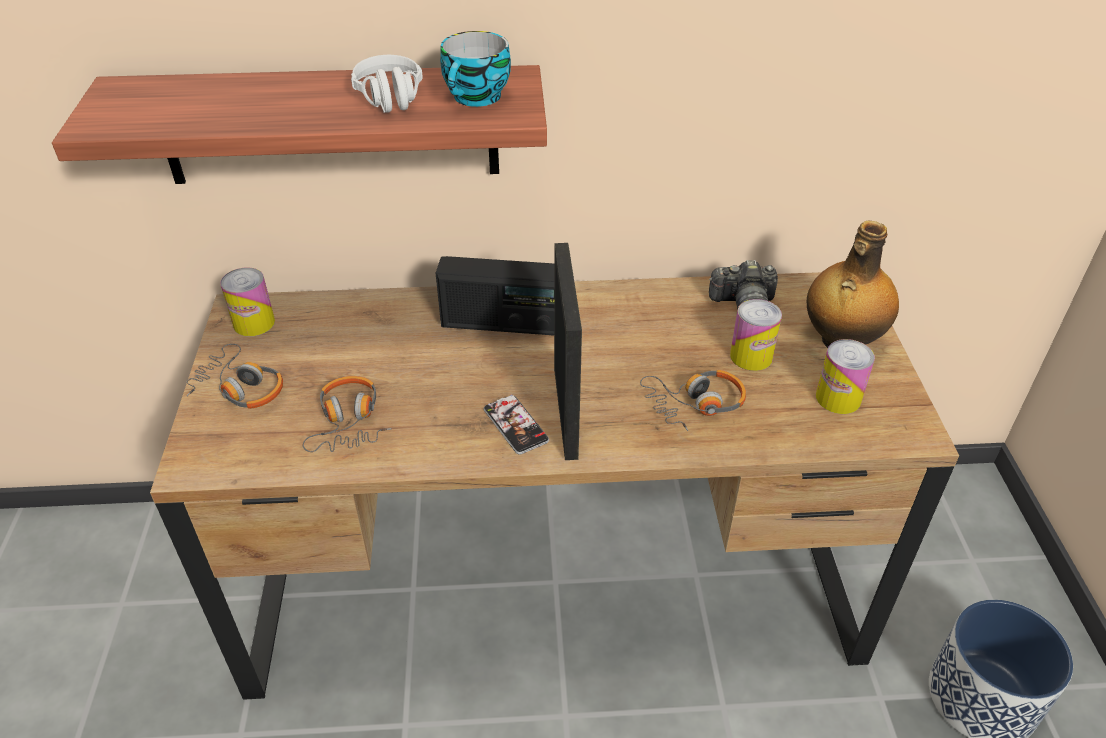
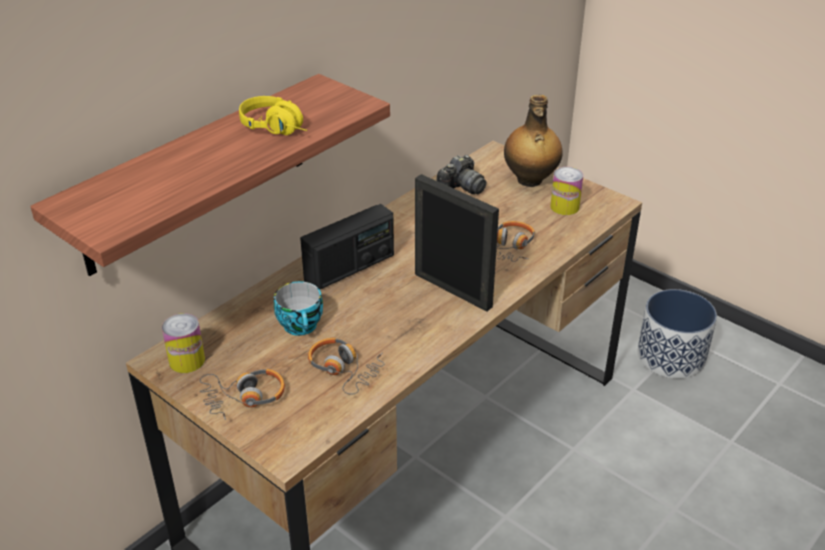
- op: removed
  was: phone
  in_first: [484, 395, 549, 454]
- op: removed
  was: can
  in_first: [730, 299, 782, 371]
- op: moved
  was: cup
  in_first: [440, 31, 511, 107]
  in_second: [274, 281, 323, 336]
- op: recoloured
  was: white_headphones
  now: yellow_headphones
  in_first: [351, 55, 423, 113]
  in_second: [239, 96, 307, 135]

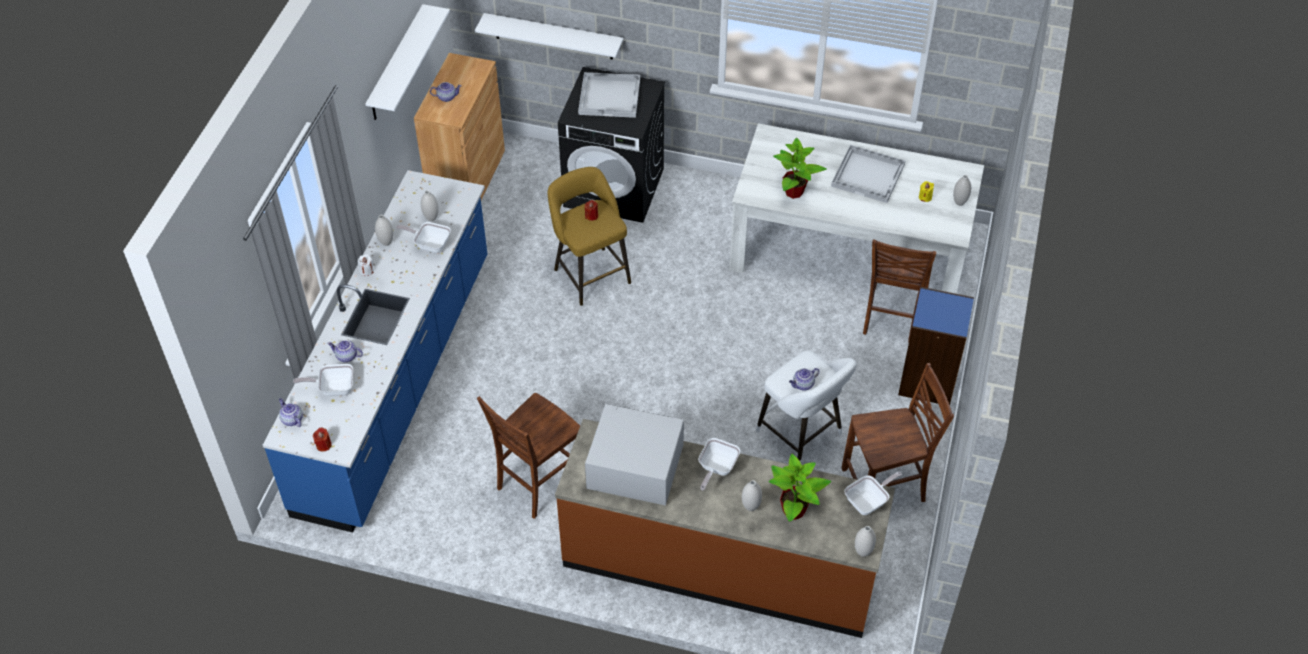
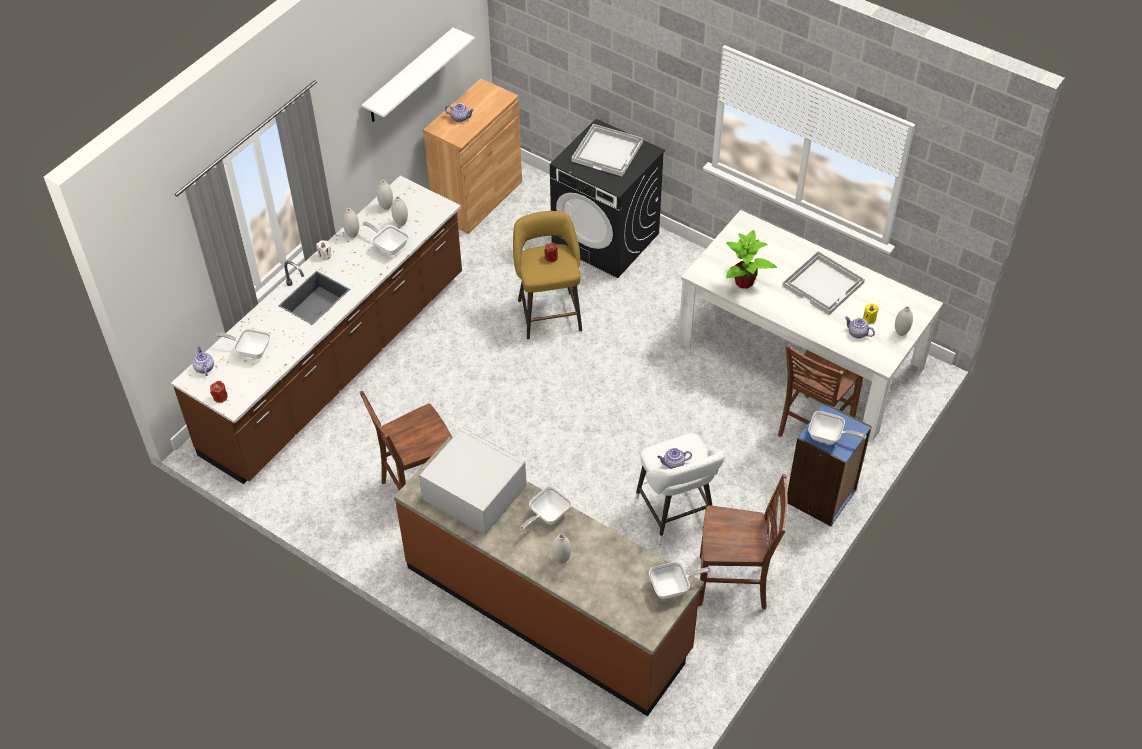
- op: removed
  was: white_shelf
  in_first: [475, 13, 623, 60]
- op: removed
  was: potted_plant
  in_first: [769, 454, 831, 522]
- op: added
  now: frying_pan
  in_second: [808, 411, 866, 444]
- op: moved
  was: teapot
  in_first: [327, 340, 363, 362]
  in_second: [845, 316, 875, 338]
- op: moved
  was: white_vase
  in_first: [855, 526, 876, 557]
  in_second: [377, 180, 393, 210]
- op: recoloured
  was: blue_counter
  now: brown_counter
  in_first: [263, 170, 487, 533]
  in_second: [171, 175, 462, 484]

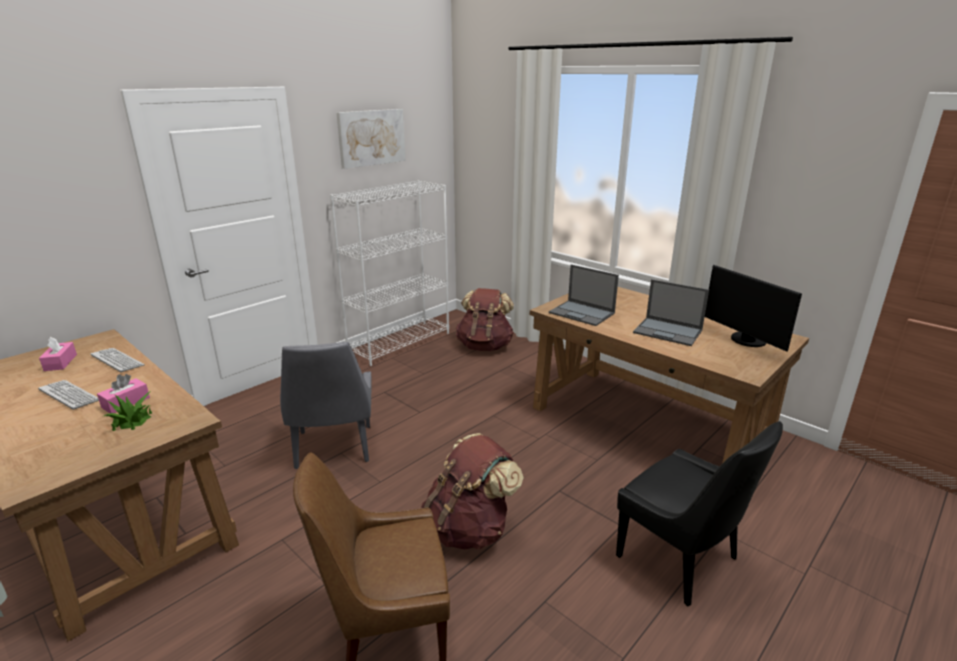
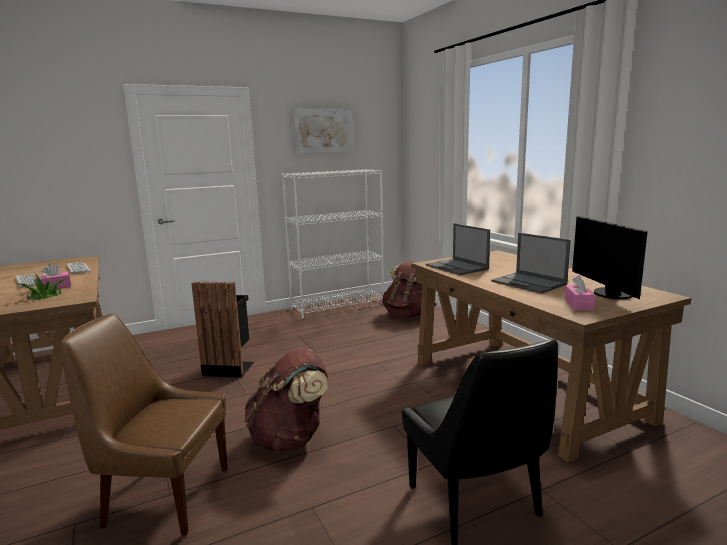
- op: moved
  was: pink_tissue_box
  in_first: [39, 337, 77, 371]
  in_second: [564, 275, 596, 310]
- op: replaced
  was: grey_chair
  now: black_trash_can
  in_first: [280, 342, 371, 469]
  in_second: [191, 282, 254, 378]

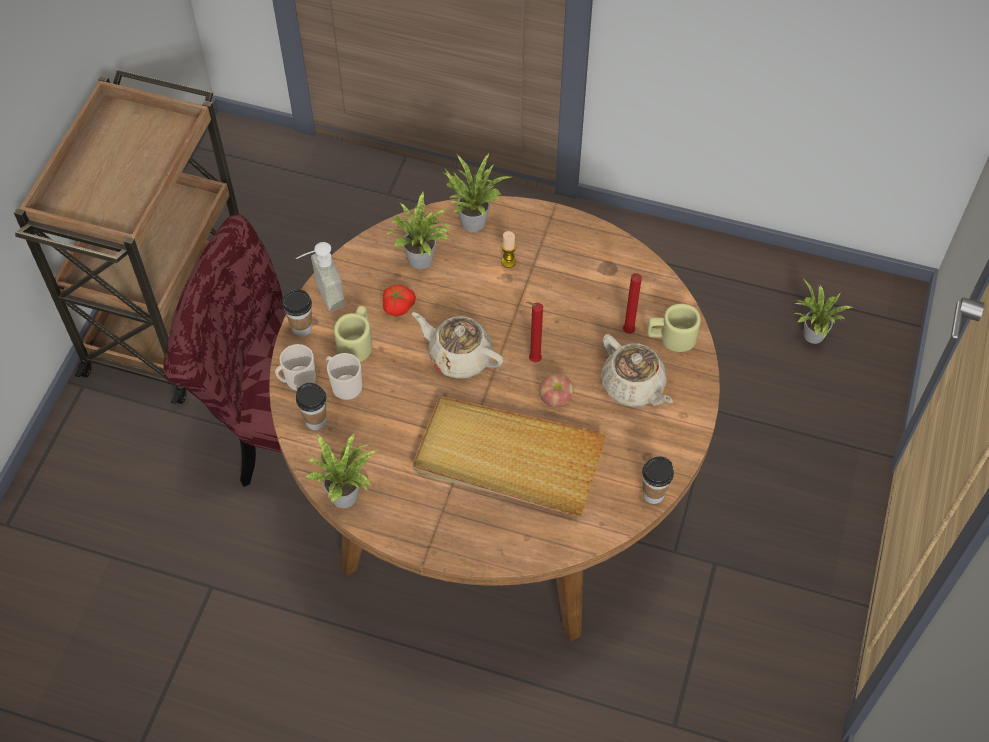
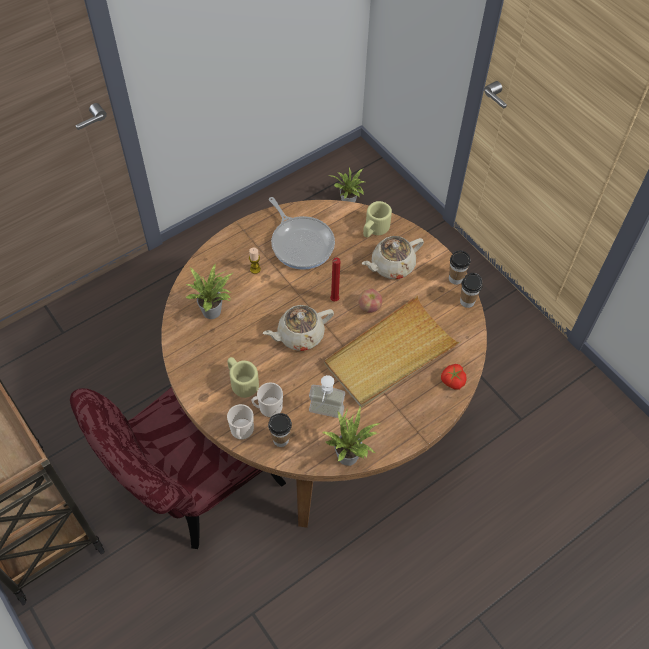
- op: removed
  was: potted_plant
  in_first: [444, 152, 511, 232]
- op: removed
  was: red_candle
  in_first: [623, 273, 642, 334]
- op: added
  now: frying_pan
  in_second: [269, 197, 335, 270]
- op: moved
  was: cup
  in_first: [282, 289, 312, 337]
  in_second: [449, 250, 471, 285]
- op: moved
  was: soap_dispenser
  in_first: [296, 242, 345, 312]
  in_second: [309, 375, 345, 418]
- op: moved
  was: tomato
  in_first: [383, 285, 416, 316]
  in_second: [441, 364, 466, 390]
- op: turned
  was: beige_teapot
  in_first: [601, 334, 673, 407]
  in_second: [362, 236, 424, 279]
  clockwise: 150

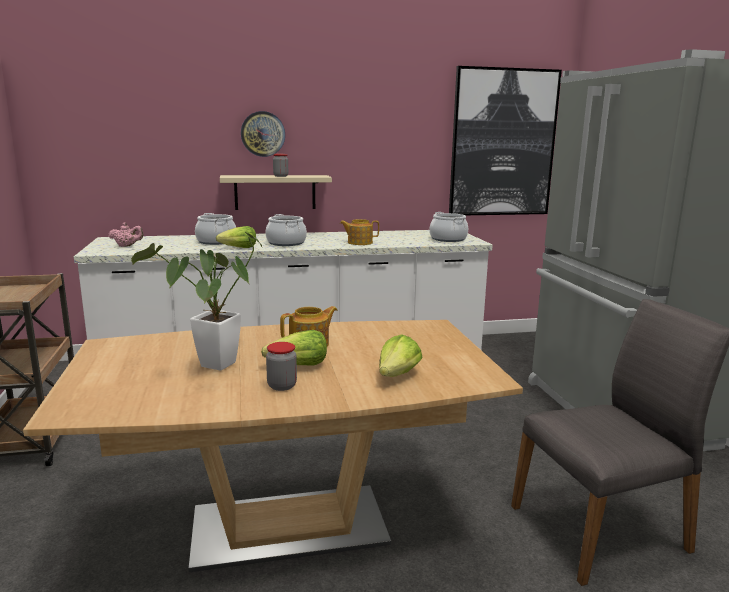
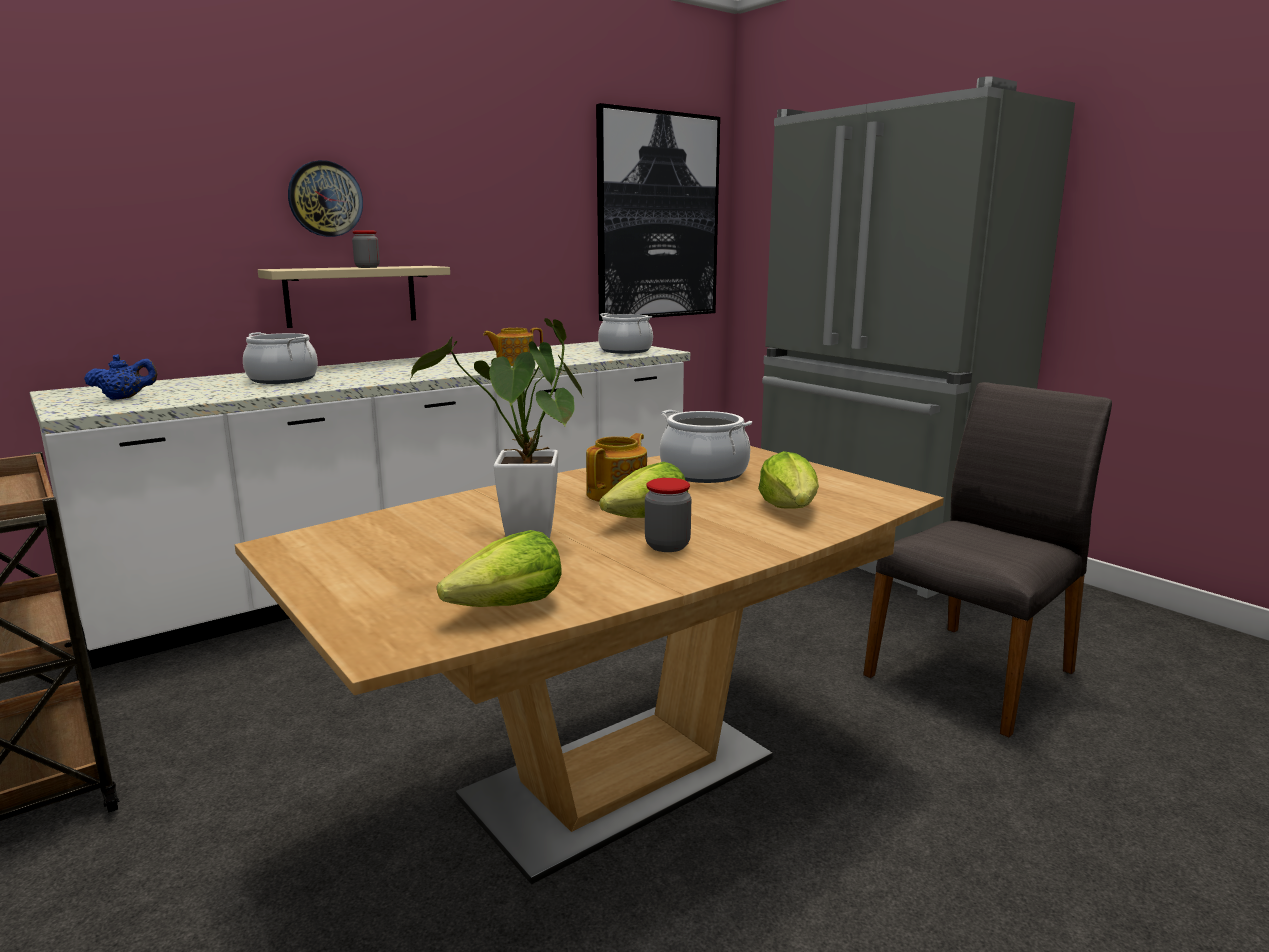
- op: moved
  was: lettuce
  in_first: [216, 226, 256, 248]
  in_second: [437, 530, 562, 607]
- op: moved
  was: cooking_pot
  in_first: [266, 214, 307, 246]
  in_second: [660, 410, 752, 483]
- op: recoloured
  was: pink_teapot
  now: blue_teapot
  in_first: [108, 222, 144, 247]
  in_second: [84, 354, 157, 400]

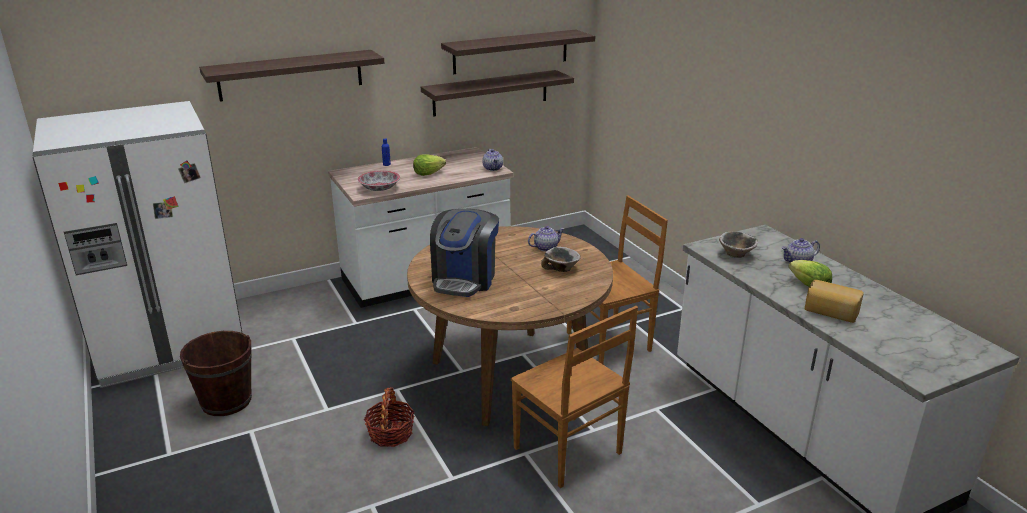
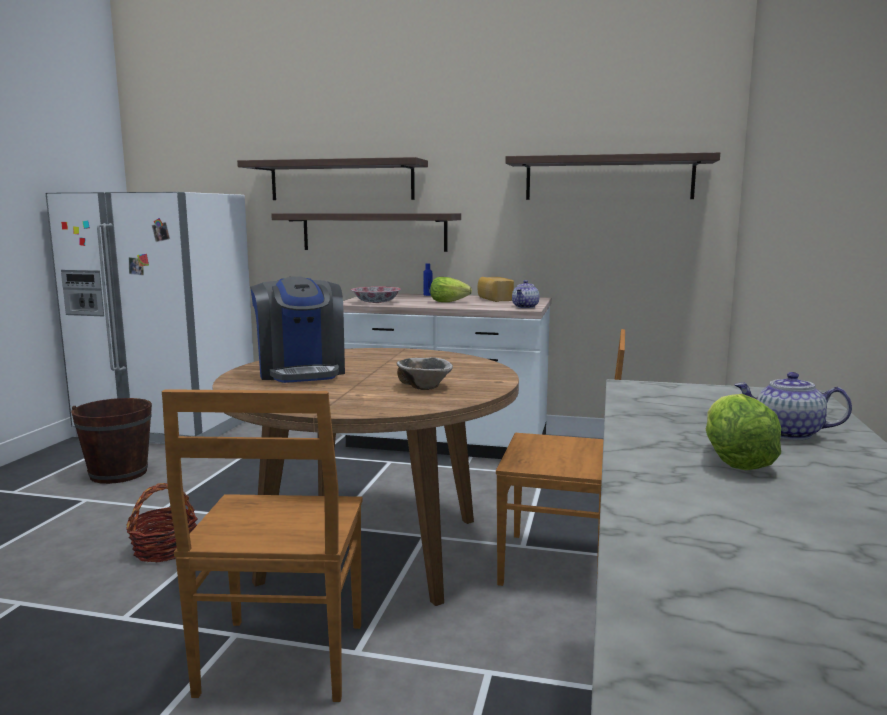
- op: removed
  was: teapot
  in_first: [528, 226, 564, 252]
- op: removed
  was: bowl
  in_first: [719, 232, 758, 258]
- op: moved
  was: shelf
  in_first: [421, 70, 574, 117]
  in_second: [271, 213, 461, 252]
- op: moved
  was: bread
  in_first: [805, 280, 864, 323]
  in_second: [477, 277, 514, 302]
- op: turned
  was: coffee_machine
  in_first: [430, 209, 499, 297]
  in_second: [250, 276, 345, 383]
  clockwise: -75

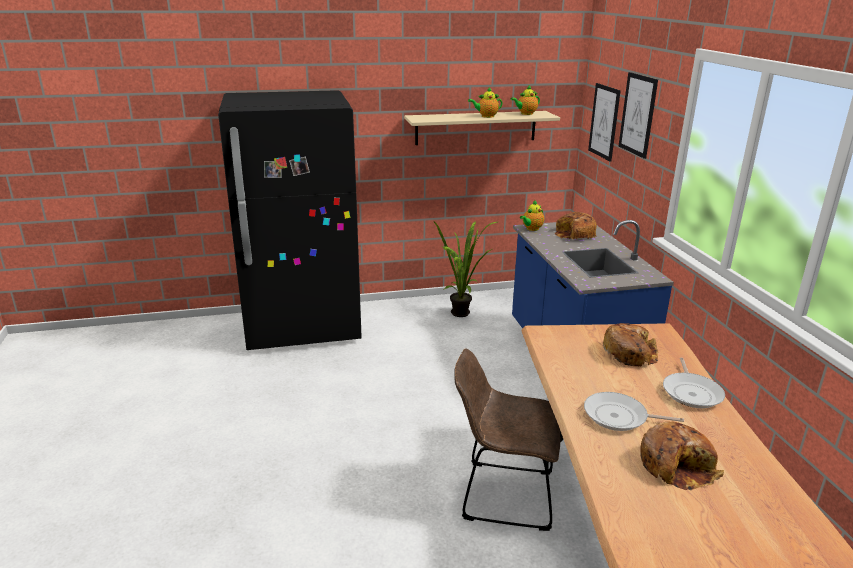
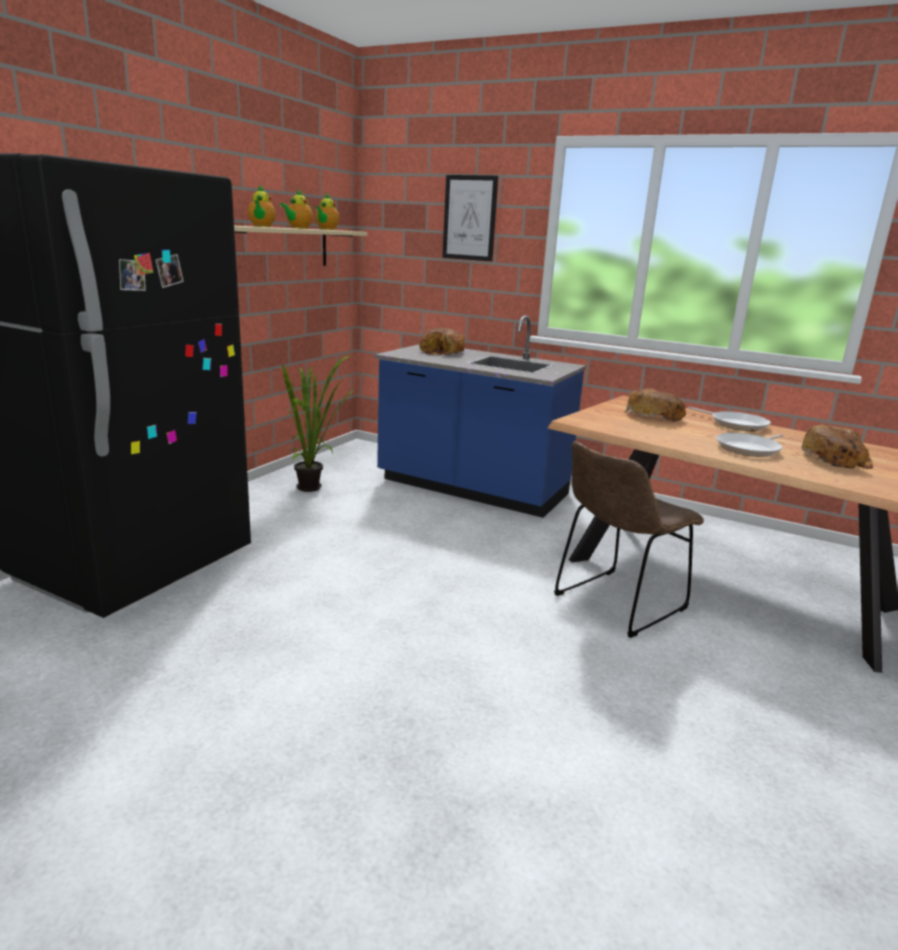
- op: removed
  was: picture
  in_first: [588, 83, 621, 162]
- op: moved
  was: teapot
  in_first: [520, 200, 544, 231]
  in_second: [248, 185, 276, 227]

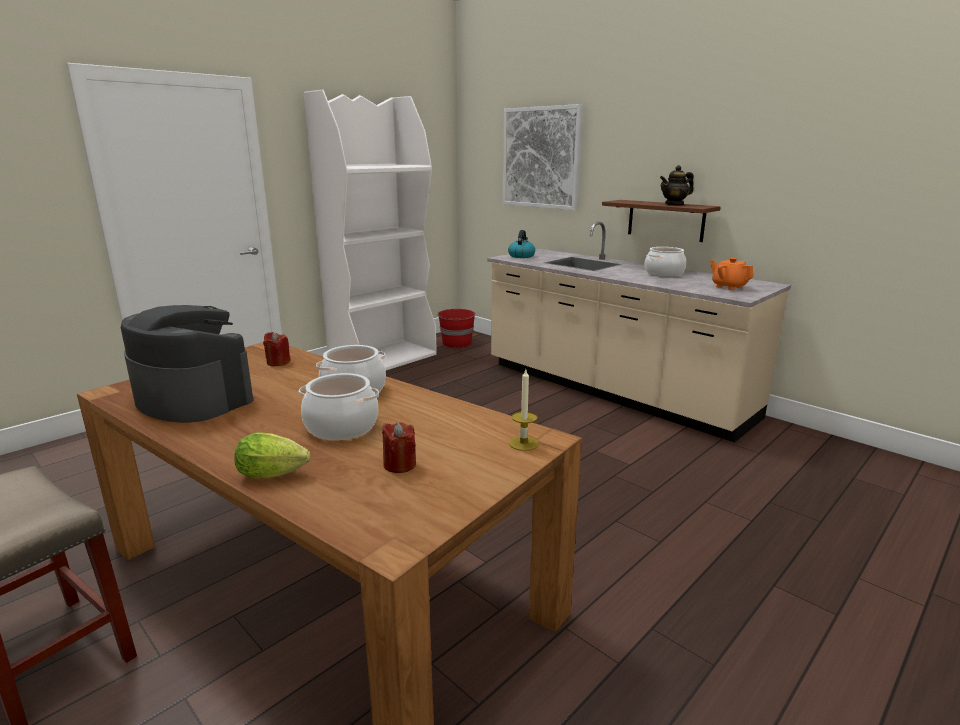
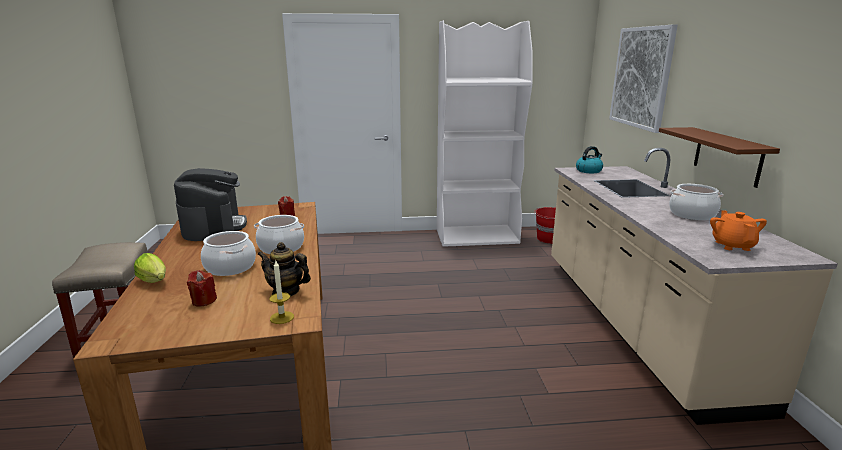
- op: moved
  was: teapot
  in_first: [660, 165, 694, 206]
  in_second: [258, 242, 311, 297]

